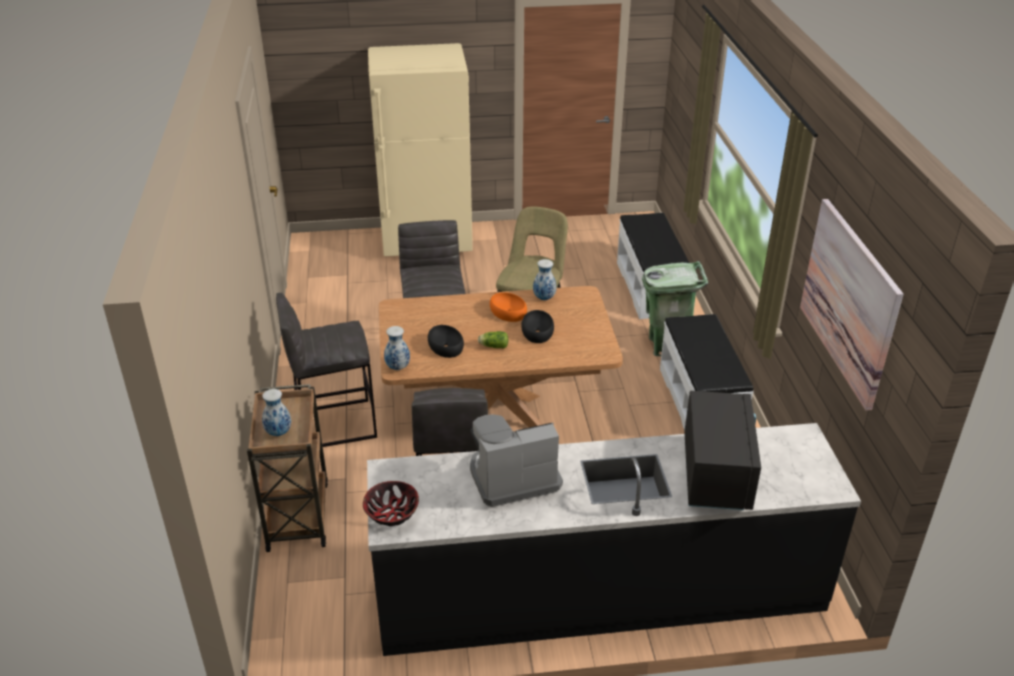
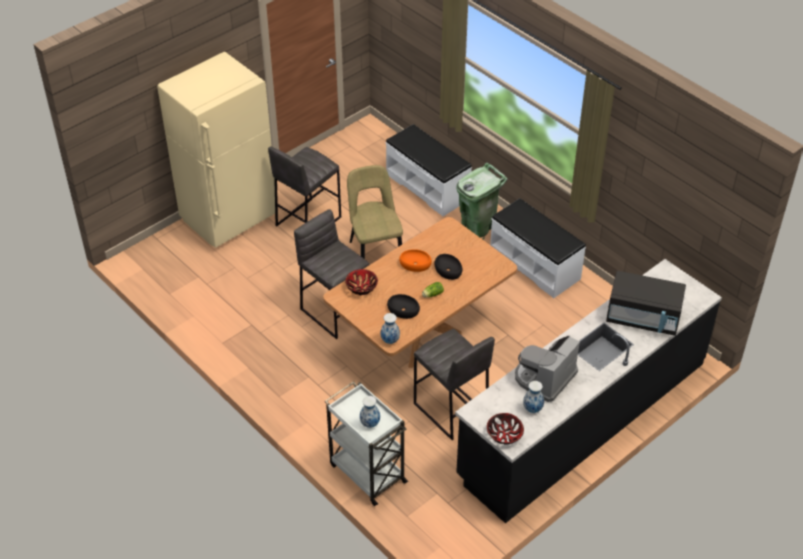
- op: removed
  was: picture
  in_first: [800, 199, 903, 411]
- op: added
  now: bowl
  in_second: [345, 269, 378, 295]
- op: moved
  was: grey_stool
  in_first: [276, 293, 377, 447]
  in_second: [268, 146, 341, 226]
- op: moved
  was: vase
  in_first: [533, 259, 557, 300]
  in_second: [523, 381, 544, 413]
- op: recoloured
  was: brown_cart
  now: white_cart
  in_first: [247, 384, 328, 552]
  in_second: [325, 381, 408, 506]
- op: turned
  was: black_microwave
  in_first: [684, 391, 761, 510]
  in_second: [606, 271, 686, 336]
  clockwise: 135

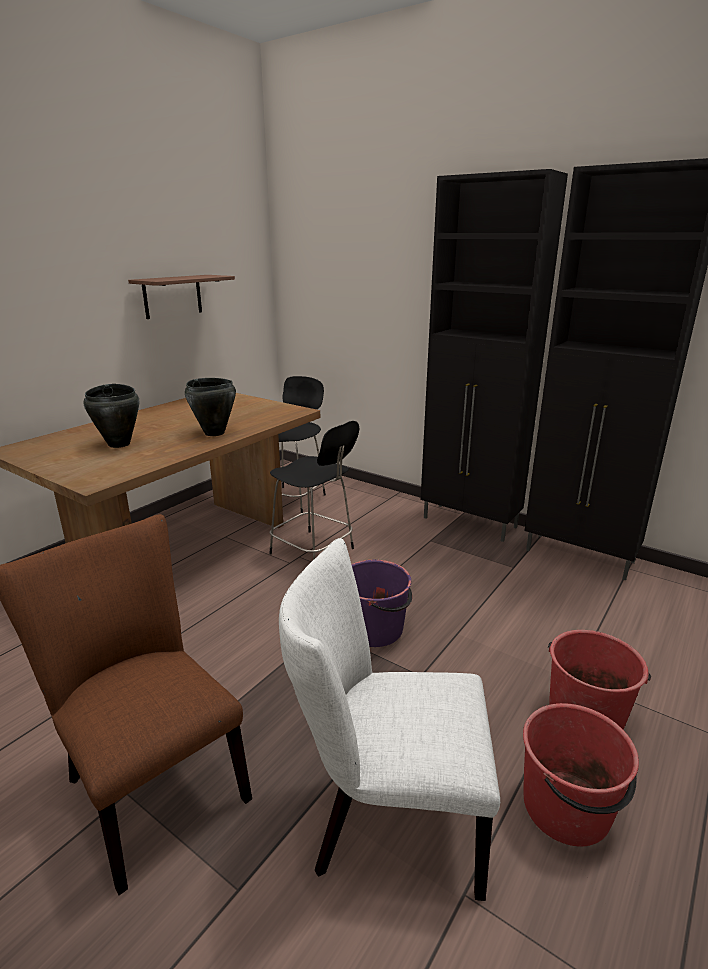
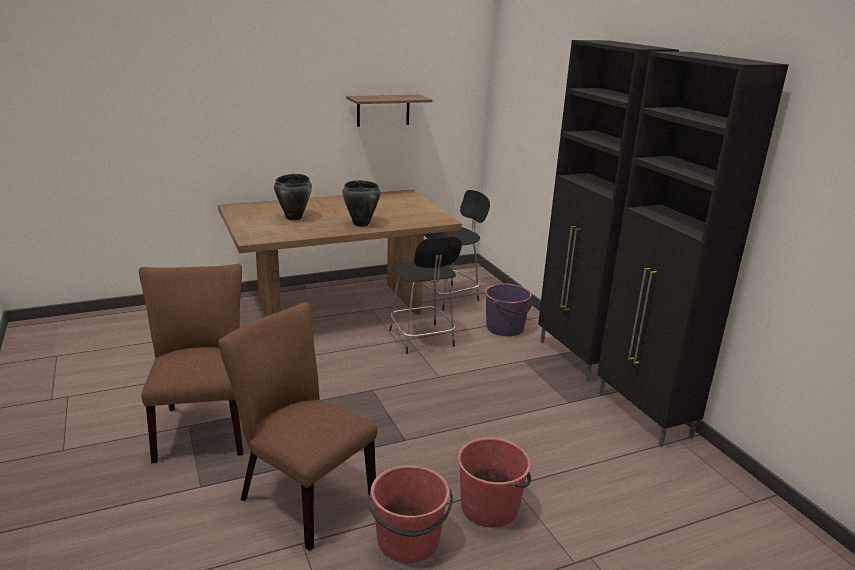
- op: moved
  was: purple_bucket
  in_first: [351, 560, 412, 647]
  in_second: [485, 283, 532, 336]
- op: recoloured
  was: white_chair
  now: brown_chair
  in_first: [279, 538, 500, 901]
  in_second: [219, 302, 377, 551]

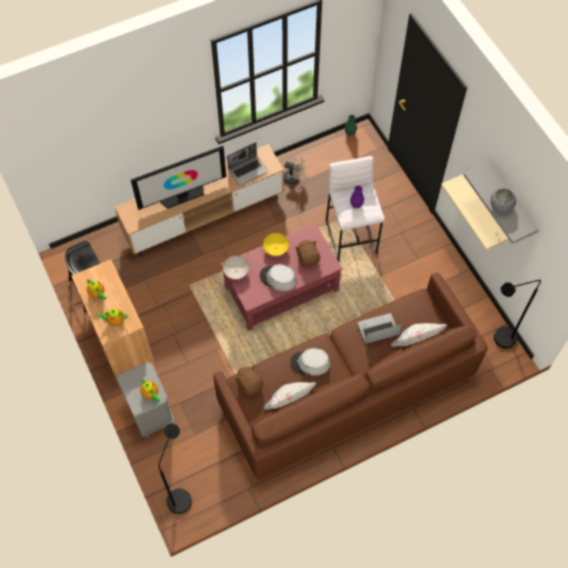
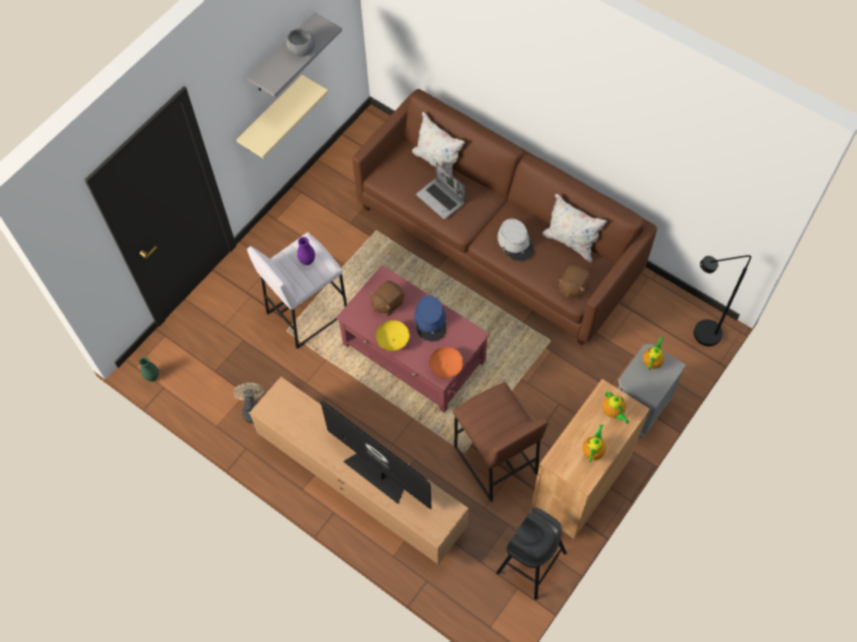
- op: removed
  was: laptop
  in_first: [227, 142, 268, 185]
- op: removed
  was: black_floor_lamp
  in_first: [494, 280, 541, 349]
- op: added
  now: brown_stool
  in_second: [453, 382, 548, 502]
- op: recoloured
  was: white_bowl
  now: orange_bowl
  in_first: [223, 256, 249, 279]
  in_second: [429, 347, 464, 378]
- op: recoloured
  was: grey_hat
  now: blue_hat
  in_first: [260, 264, 297, 291]
  in_second: [414, 296, 447, 342]

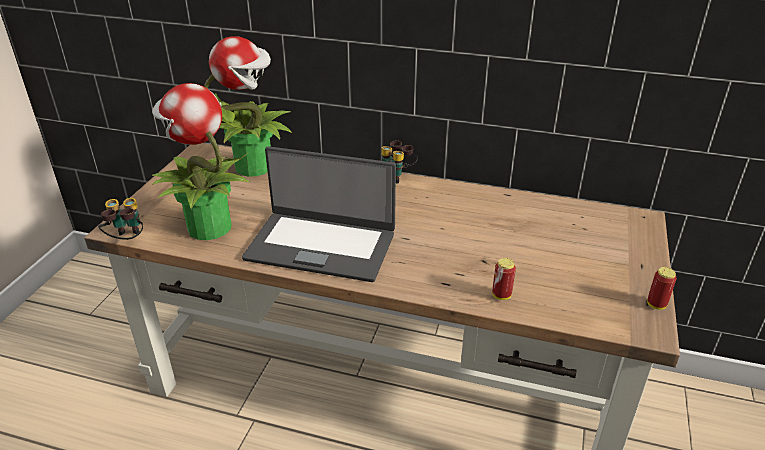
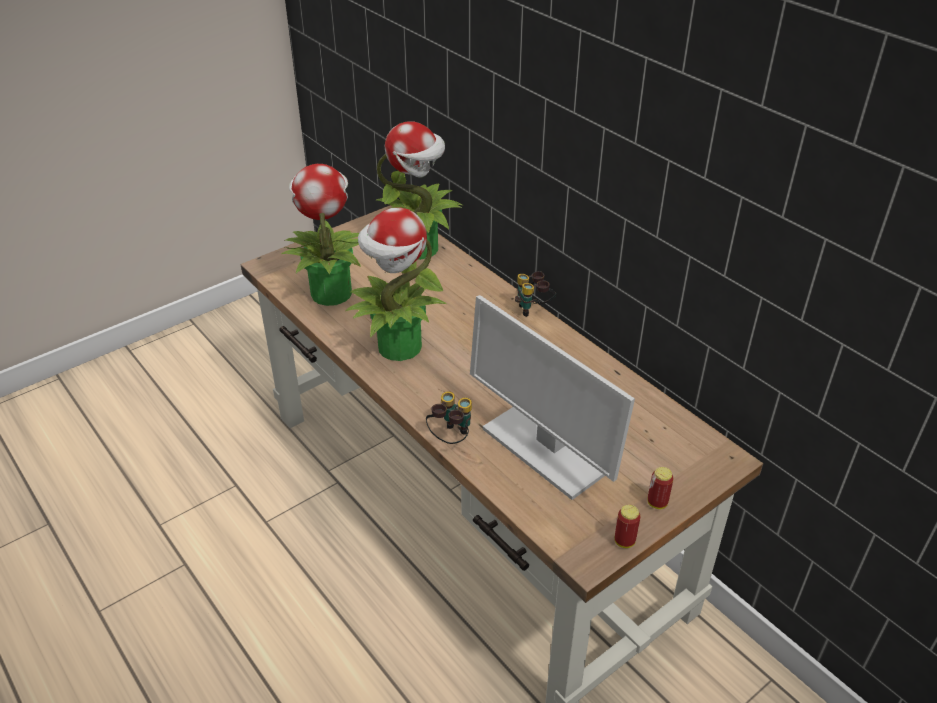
- op: added
  now: monitor
  in_second: [470, 295, 635, 500]
- op: moved
  was: binoculars
  in_first: [98, 198, 143, 240]
  in_second: [426, 392, 472, 444]
- op: moved
  was: can
  in_first: [492, 258, 516, 300]
  in_second: [648, 467, 674, 509]
- op: replaced
  was: laptop
  now: potted_plant
  in_first: [242, 146, 396, 282]
  in_second: [346, 207, 446, 361]

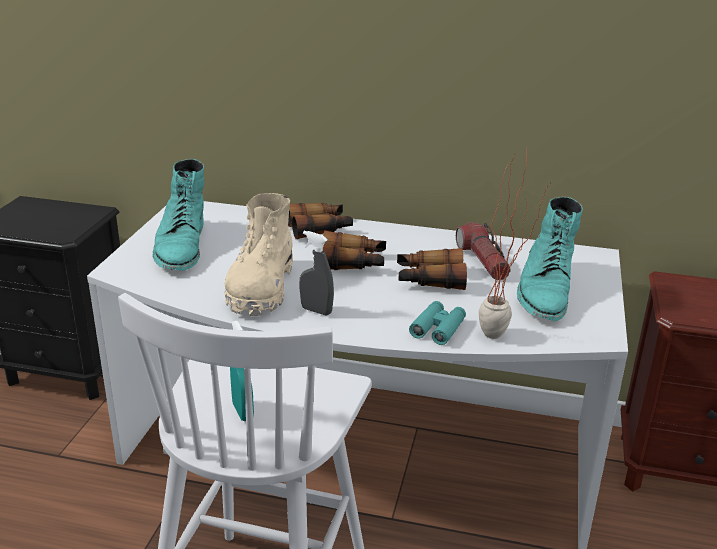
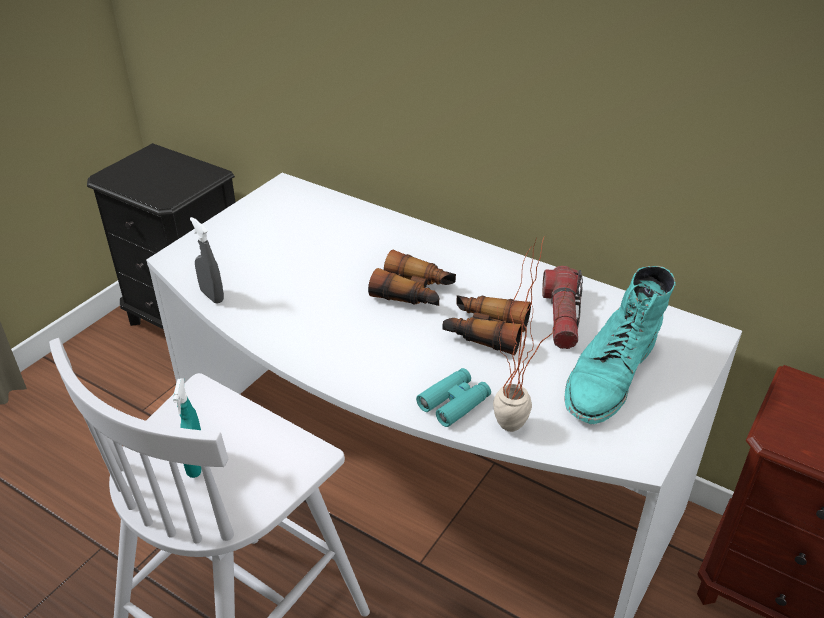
- op: removed
  was: turquoise_boot
  in_first: [152, 159, 204, 271]
- op: removed
  was: beige_boot
  in_first: [224, 193, 293, 316]
- op: removed
  was: binoculars
  in_first: [288, 203, 353, 239]
- op: moved
  was: grey_spray_bottle
  in_first: [300, 231, 334, 316]
  in_second: [190, 217, 224, 304]

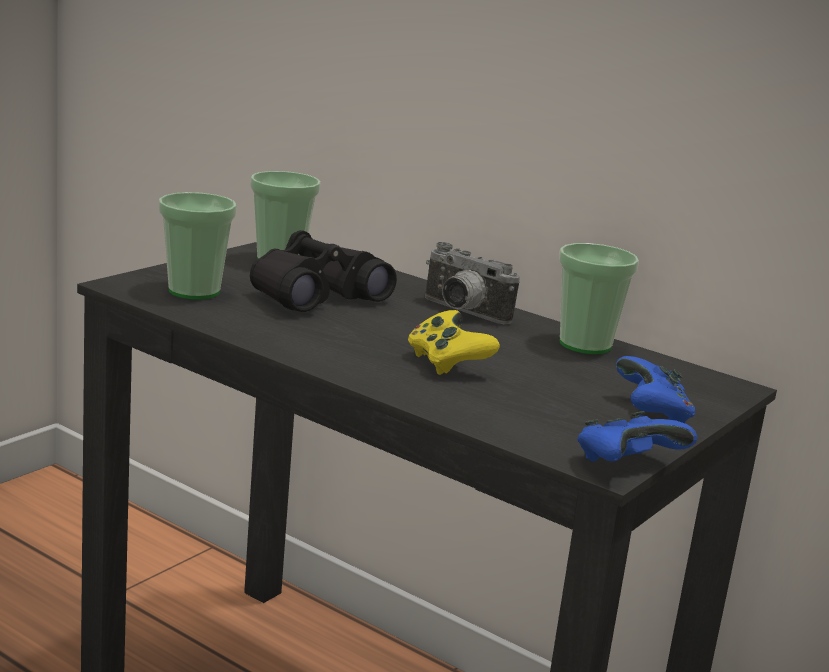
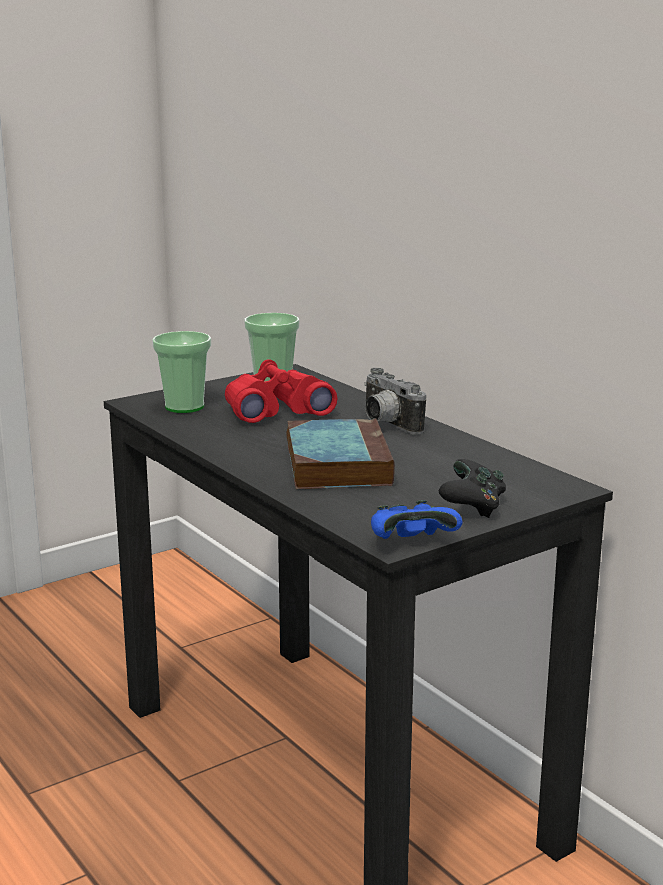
- op: removed
  was: cup
  in_first: [559, 243, 639, 354]
- op: replaced
  was: yellow_game_controller
  now: book
  in_first: [408, 310, 500, 375]
  in_second: [286, 418, 395, 489]
- op: recoloured
  was: black_binoculars
  now: red_binoculars
  in_first: [250, 230, 397, 312]
  in_second: [225, 359, 338, 423]
- op: recoloured
  was: blue_game_controller
  now: black_game_controller
  in_first: [616, 356, 695, 423]
  in_second: [438, 459, 506, 518]

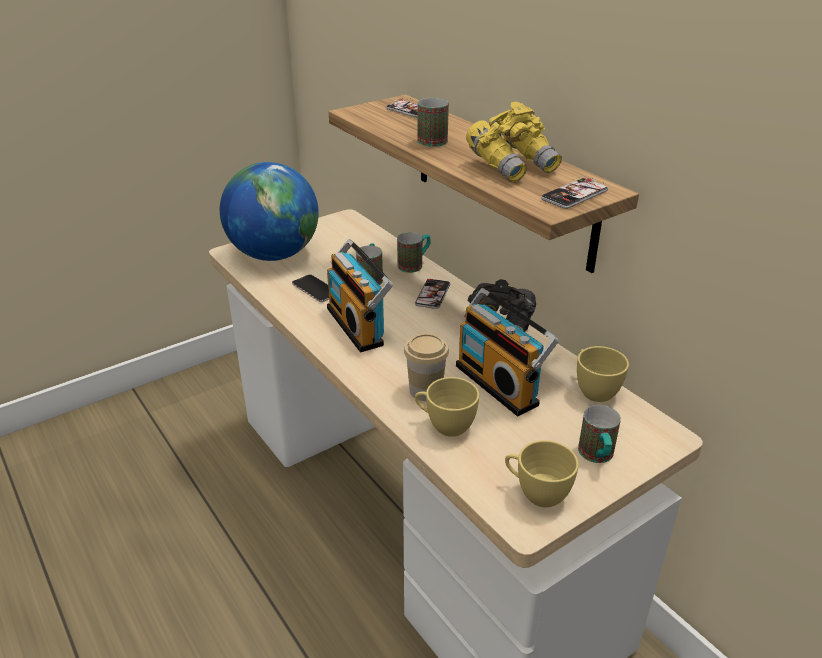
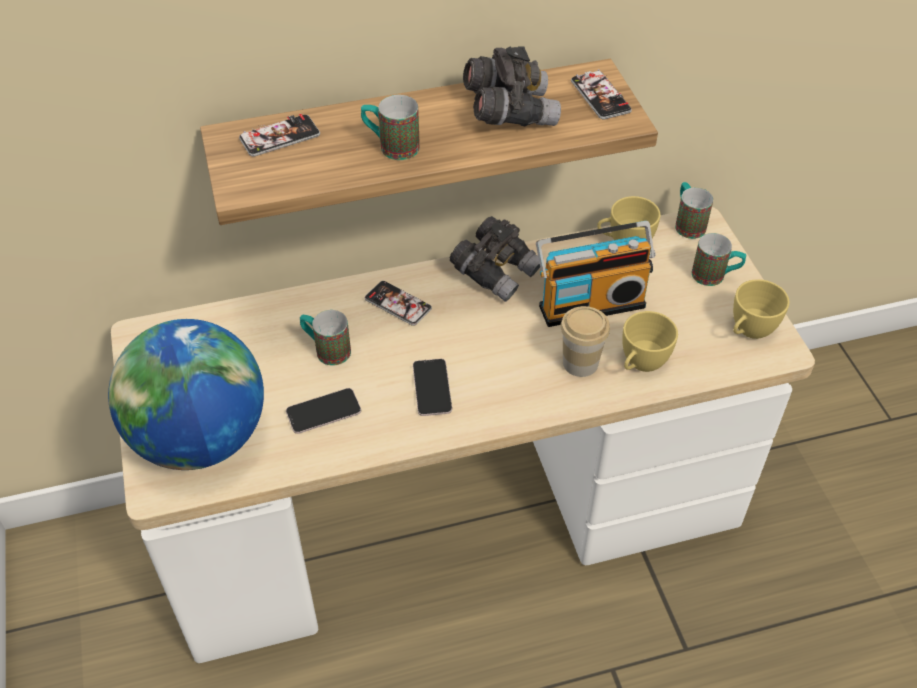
- op: moved
  was: mug
  in_first: [397, 232, 431, 273]
  in_second: [675, 182, 713, 239]
- op: replaced
  was: radio
  now: phone
  in_first: [327, 239, 393, 352]
  in_second: [413, 359, 452, 416]
- op: recoloured
  was: yellow_binoculars
  now: grey_binoculars
  in_first: [466, 102, 562, 182]
  in_second: [463, 46, 561, 126]

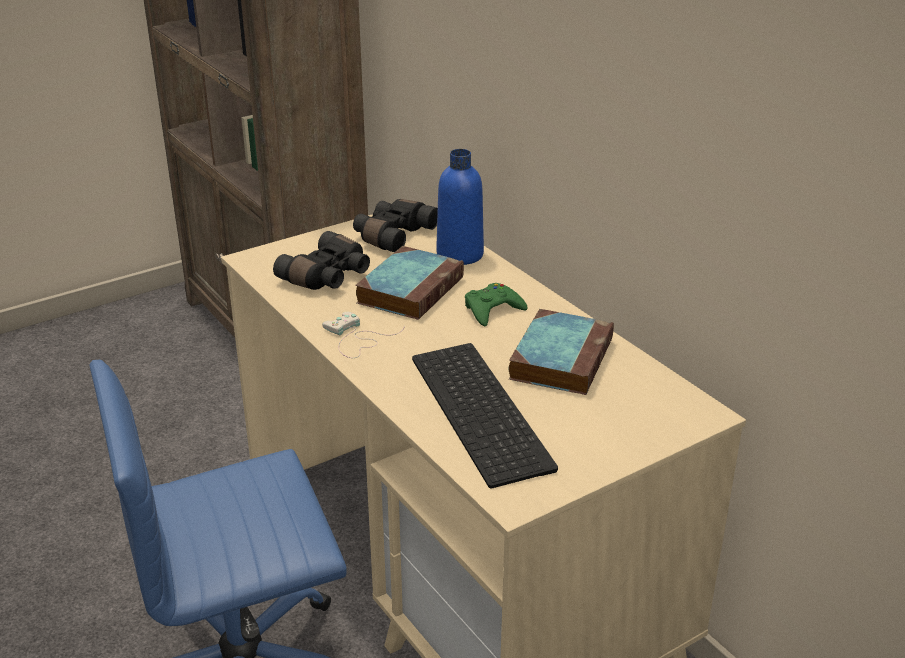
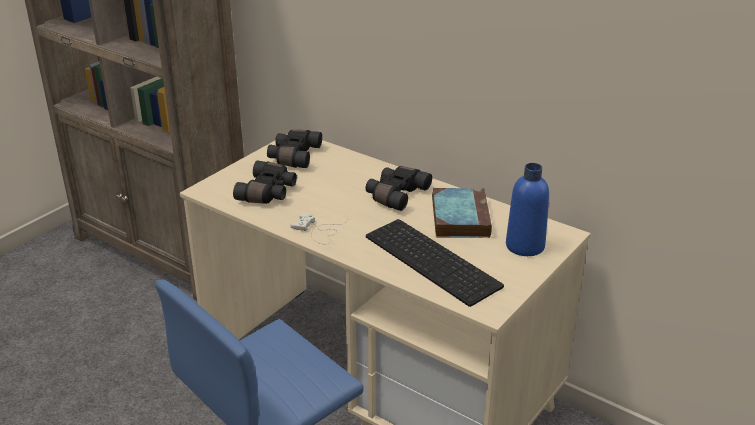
- op: removed
  was: book
  in_first: [355, 246, 464, 320]
- op: moved
  was: blue_bottle
  in_first: [436, 149, 484, 265]
  in_second: [506, 163, 549, 256]
- op: replaced
  was: green_game_controller
  now: black_binoculars
  in_first: [465, 283, 527, 327]
  in_second: [366, 166, 432, 211]

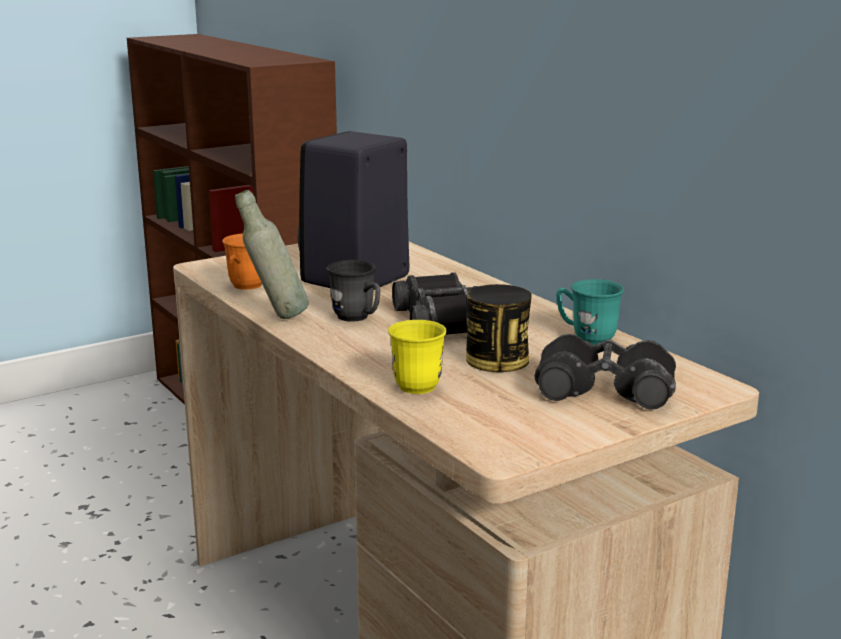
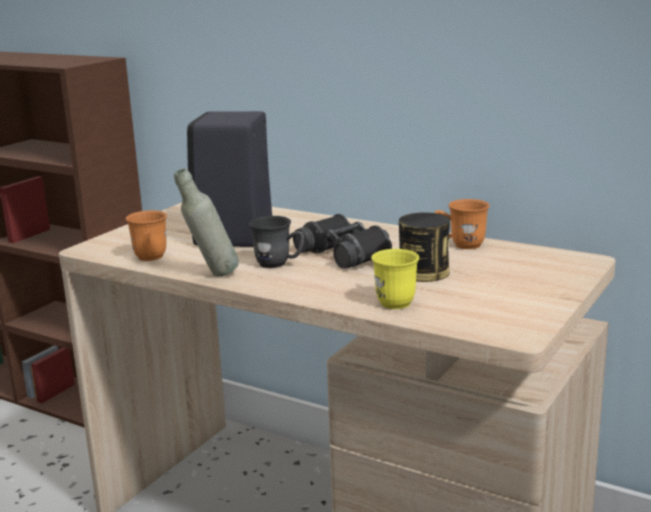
- op: removed
  was: black_binoculars
  in_first: [534, 334, 676, 410]
- op: recoloured
  was: turquoise_mug
  now: orange_mug
  in_first: [556, 279, 624, 345]
  in_second: [434, 199, 490, 249]

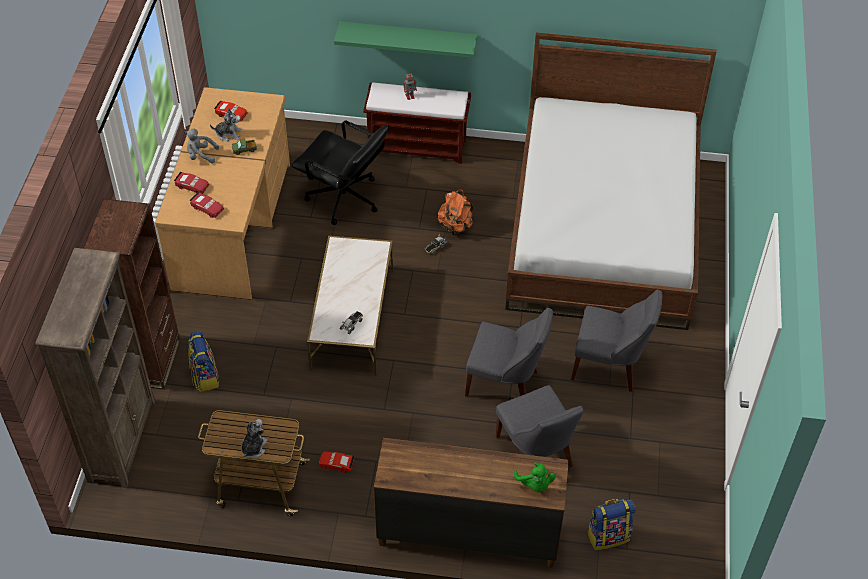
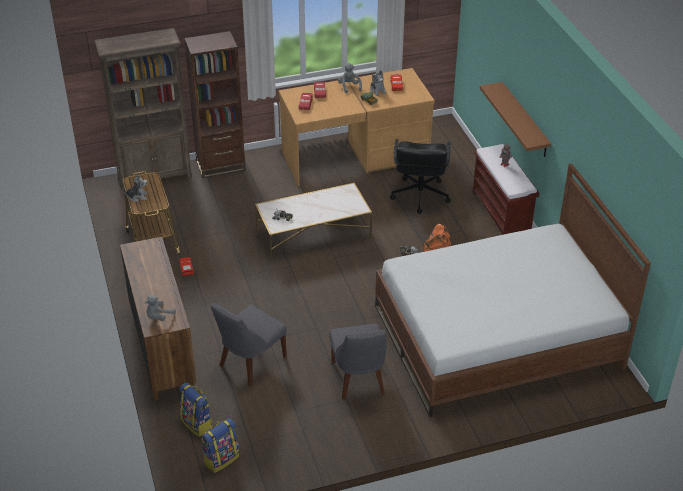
- op: removed
  was: grey_chair
  in_first: [465, 308, 553, 397]
- op: moved
  was: backpack
  in_first: [188, 331, 219, 392]
  in_second: [201, 418, 239, 473]
- op: recoloured
  was: green_shelf
  now: brown_shelf
  in_first: [334, 21, 477, 58]
  in_second: [480, 82, 551, 157]
- op: recoloured
  was: green_plush_toy
  now: grey_plush_toy
  in_first: [514, 462, 556, 493]
  in_second: [145, 295, 176, 321]

